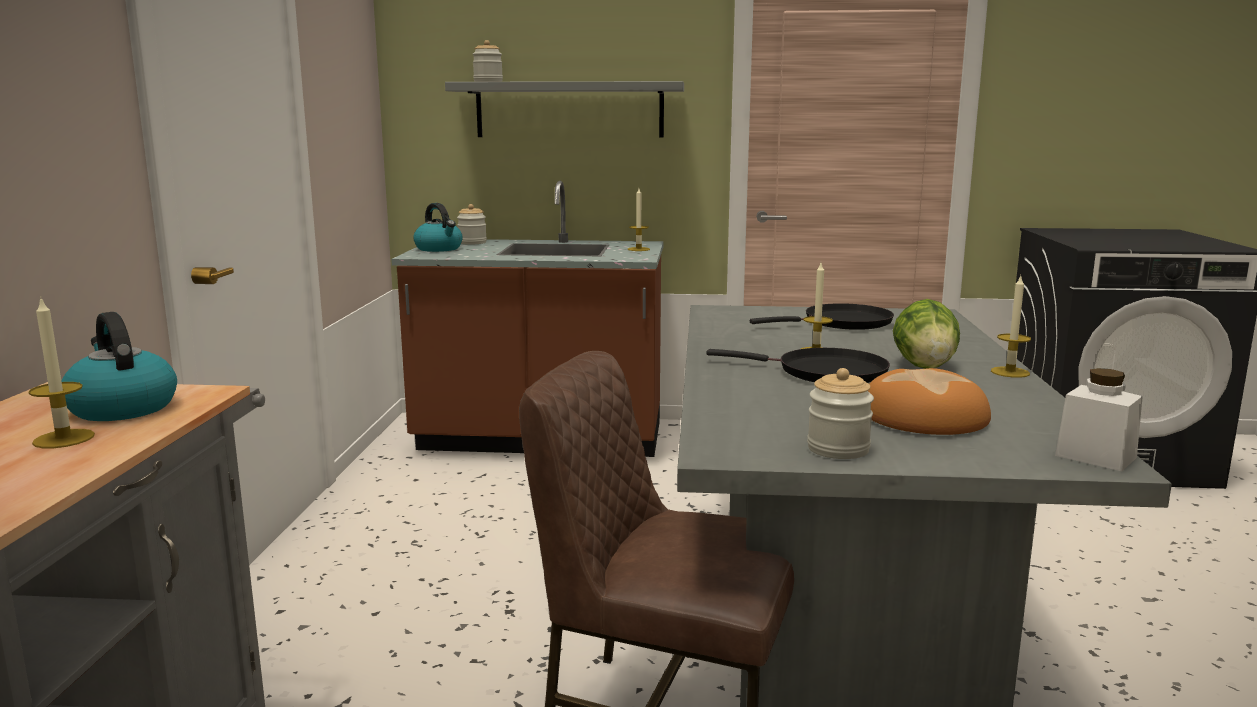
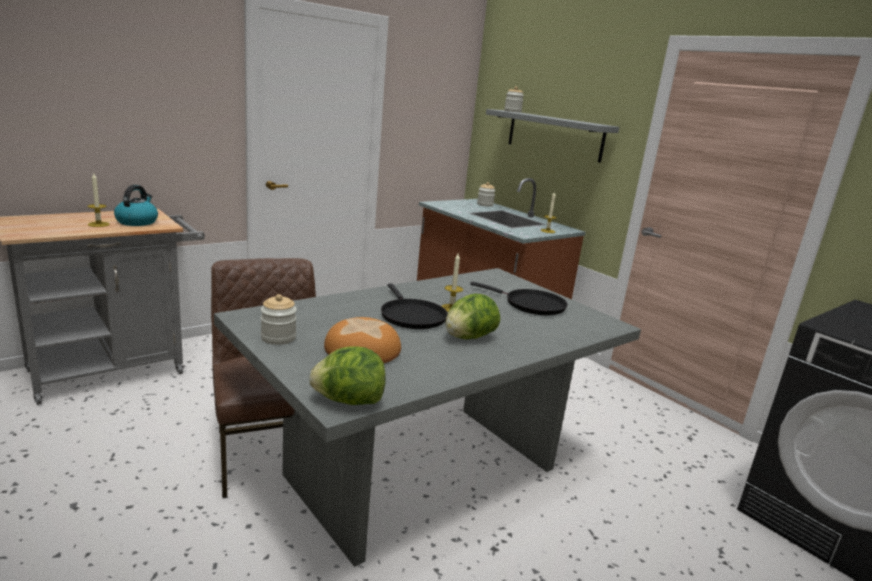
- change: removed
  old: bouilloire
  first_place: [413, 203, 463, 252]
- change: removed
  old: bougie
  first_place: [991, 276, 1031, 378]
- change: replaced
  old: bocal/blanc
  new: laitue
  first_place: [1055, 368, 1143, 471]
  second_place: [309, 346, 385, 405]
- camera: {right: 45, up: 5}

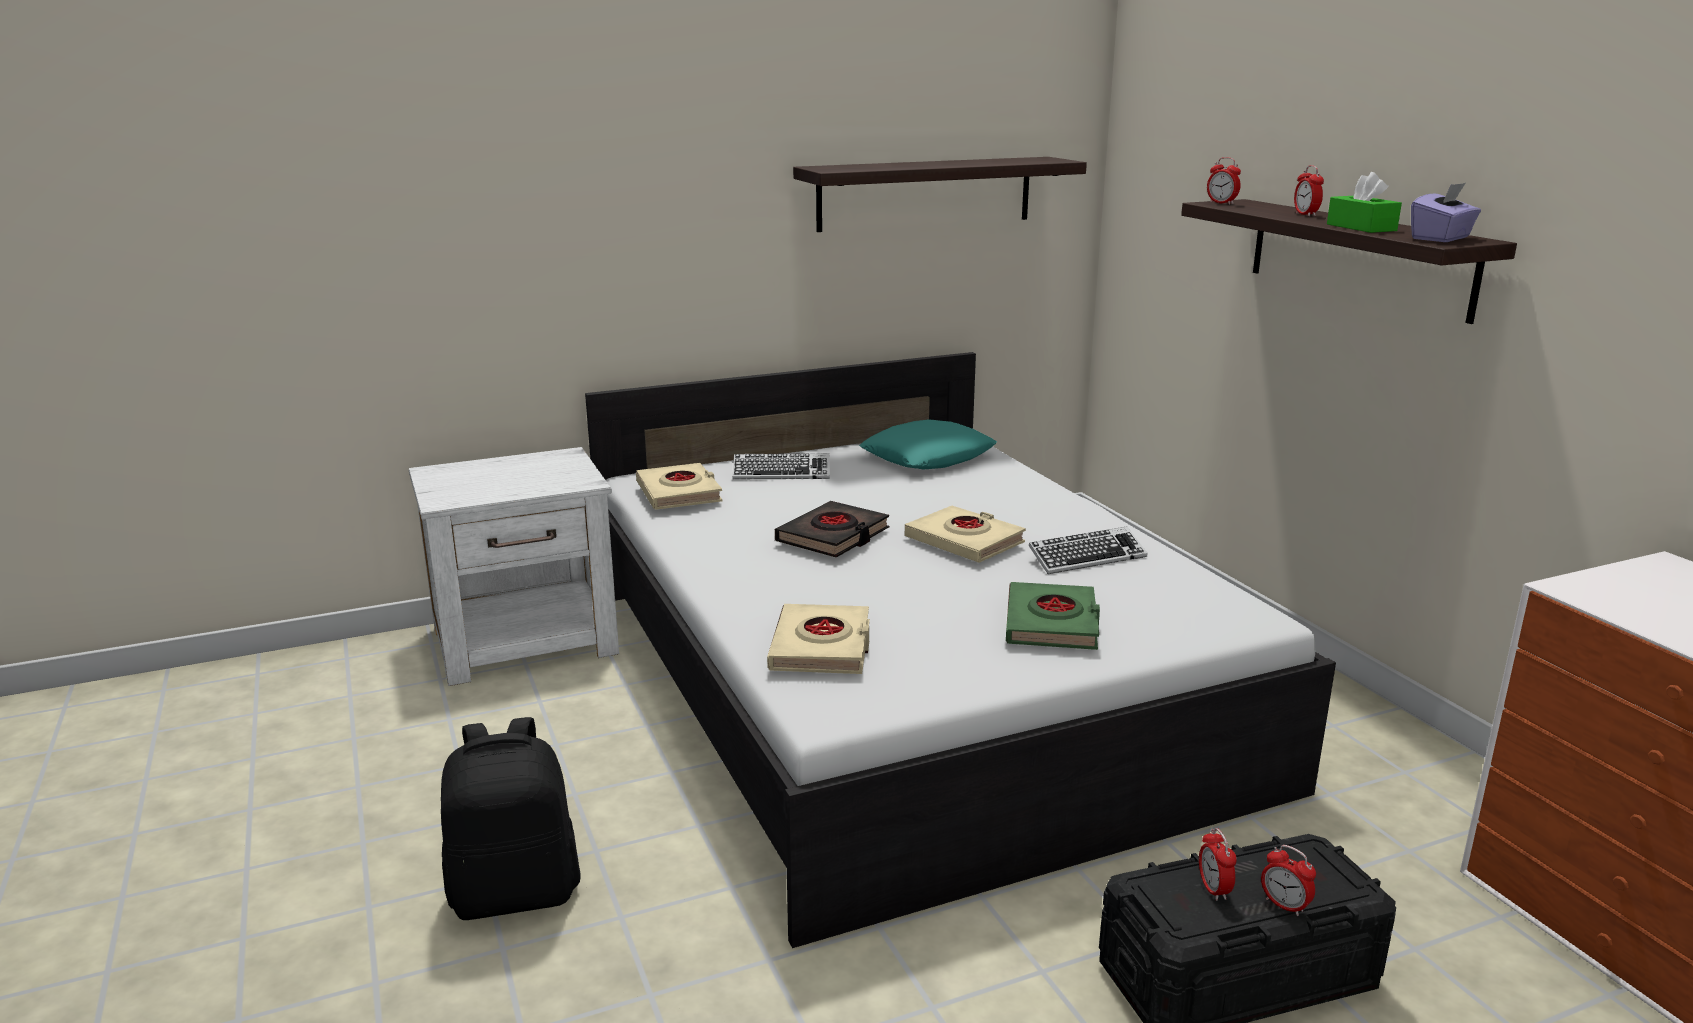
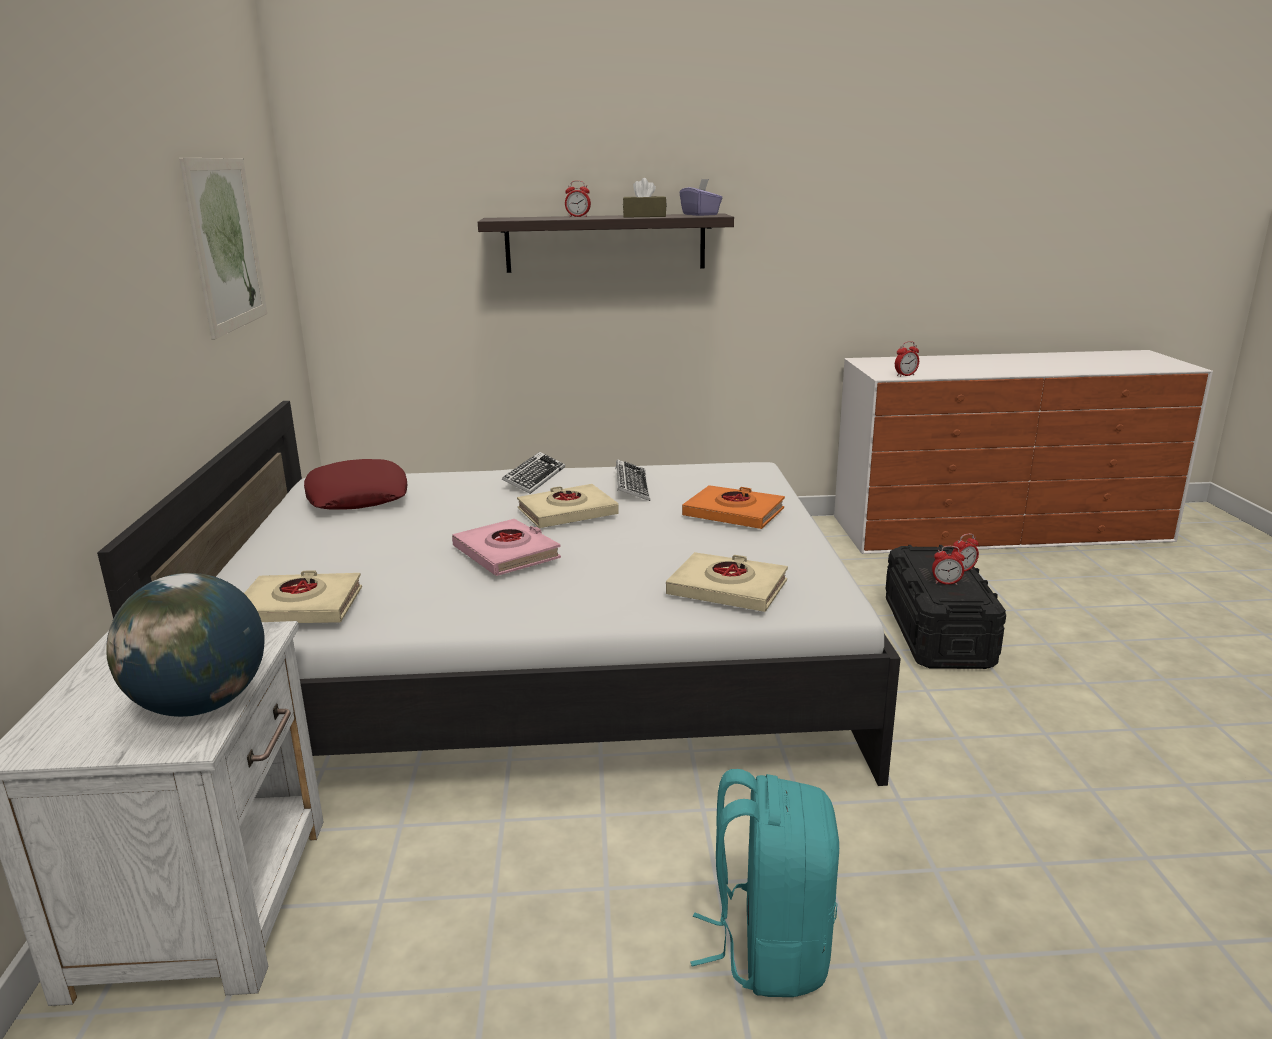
- change: recoloured
  old: sac à dos/noir
  new: sac à dos/turquoise
  first_place: [441, 717, 581, 920]
  second_place: [690, 769, 839, 997]
- change: moved
  old: clavier
  first_place: [732, 453, 830, 479]
  second_place: [502, 452, 565, 494]
- change: recoloured
  old: livre/noir
  new: livre/rose
  first_place: [775, 501, 890, 558]
  second_place: [452, 519, 561, 576]
- change: replaced
  old: étagère
  new: tableau
  first_place: [793, 157, 1087, 232]
  second_place: [179, 158, 267, 340]
- change: recoloured
  old: coussin/turquoise
  new: coussin/rouge
  first_place: [859, 419, 997, 469]
  second_place: [304, 459, 407, 510]
- change: recoloured
  old: livre/vert
  new: livre/orange
  first_place: [1006, 582, 1100, 650]
  second_place: [682, 485, 785, 529]
- change: moved
  old: réveil
  first_place: [1207, 157, 1241, 205]
  second_place: [895, 341, 919, 377]
- change: recoloured
  old: boîte à mouchoirs/vert
  new: boîte à mouchoirs/marron
  first_place: [1327, 172, 1402, 233]
  second_place: [623, 178, 667, 218]
- change: added
  new: globe
  second_place: [106, 573, 265, 717]
- camera: {right: -70, up: 0}

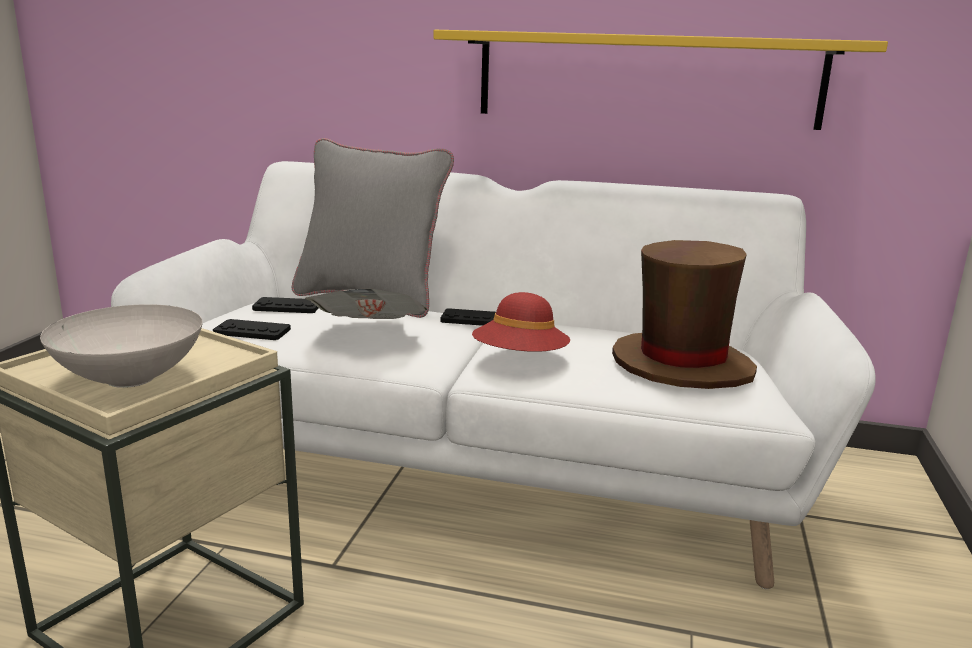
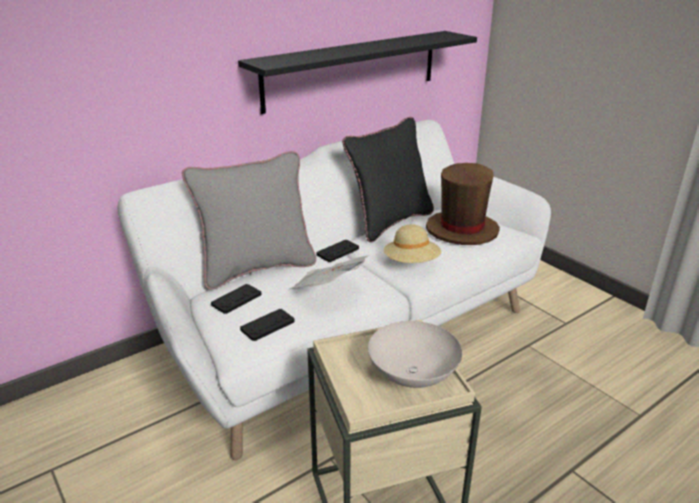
- change: recoloured
  old: étagère/jaune
  new: étagère/noir
  first_place: [434, 30, 888, 130]
  second_place: [238, 31, 477, 114]
- change: recoloured
  old: chapeau/rouge
  new: chapeau/beige
  first_place: [472, 292, 570, 352]
  second_place: [384, 224, 441, 263]
- change: added
  new: coussin/noir
  second_place: [342, 117, 434, 242]
- camera: {right: -50, up: 10}

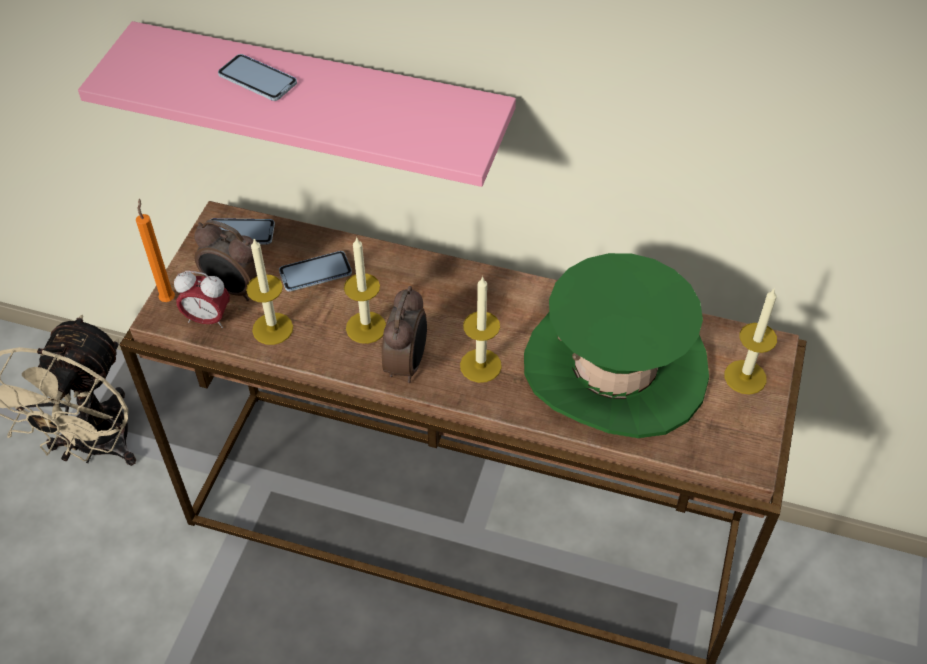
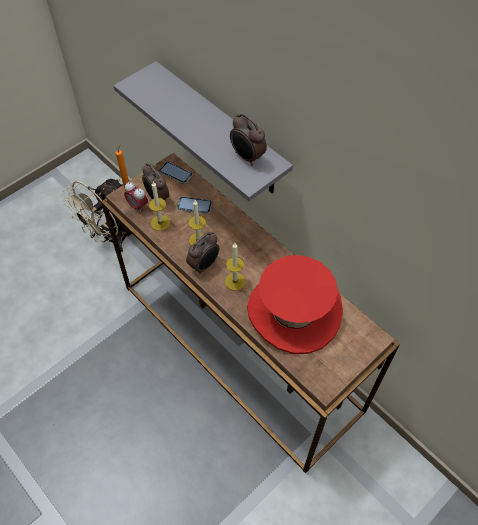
- change: recoloured
  old: étagère/rose
  new: étagère/gris
  first_place: [78, 21, 516, 187]
  second_place: [113, 61, 293, 201]
- change: removed
  old: téléphone
  first_place: [218, 54, 297, 101]
- change: recoloured
  old: chapeau/vert
  new: chapeau/rouge
  first_place: [524, 253, 709, 438]
  second_place: [247, 255, 343, 354]
- change: removed
  old: bougie
  first_place: [724, 288, 777, 395]
- change: added
  new: réveil
  second_place: [230, 113, 267, 166]
- camera: {right: 30, up: 5}

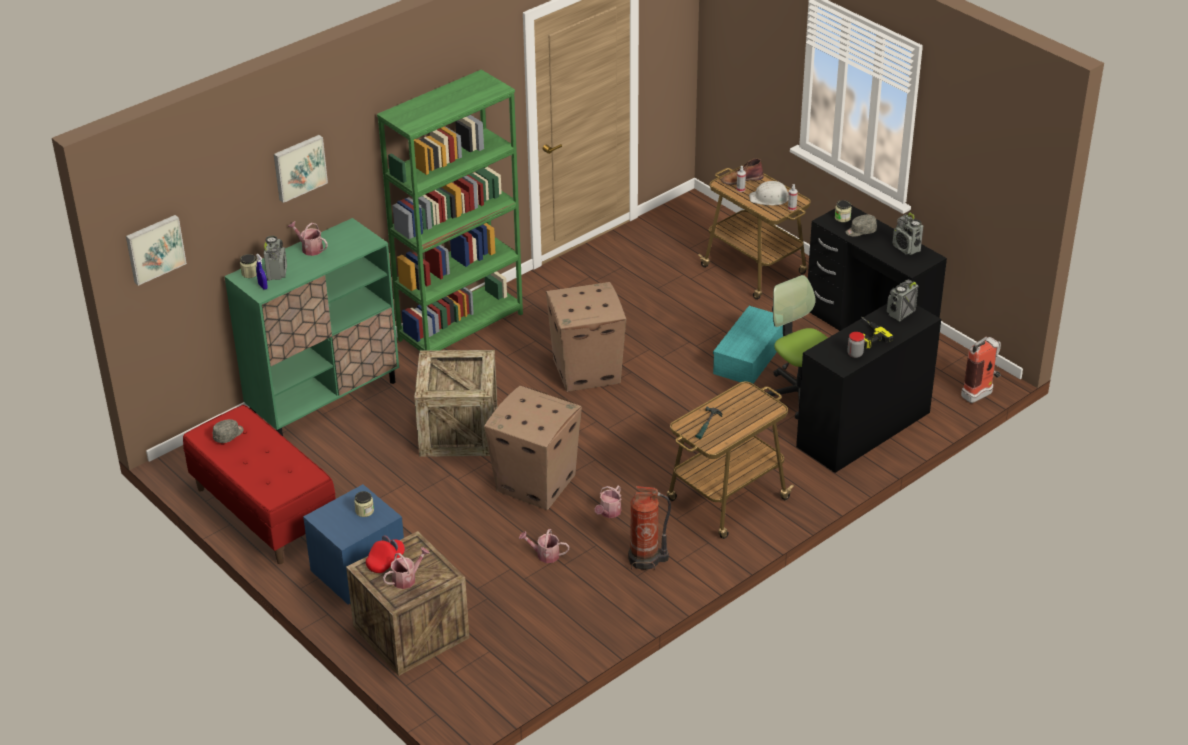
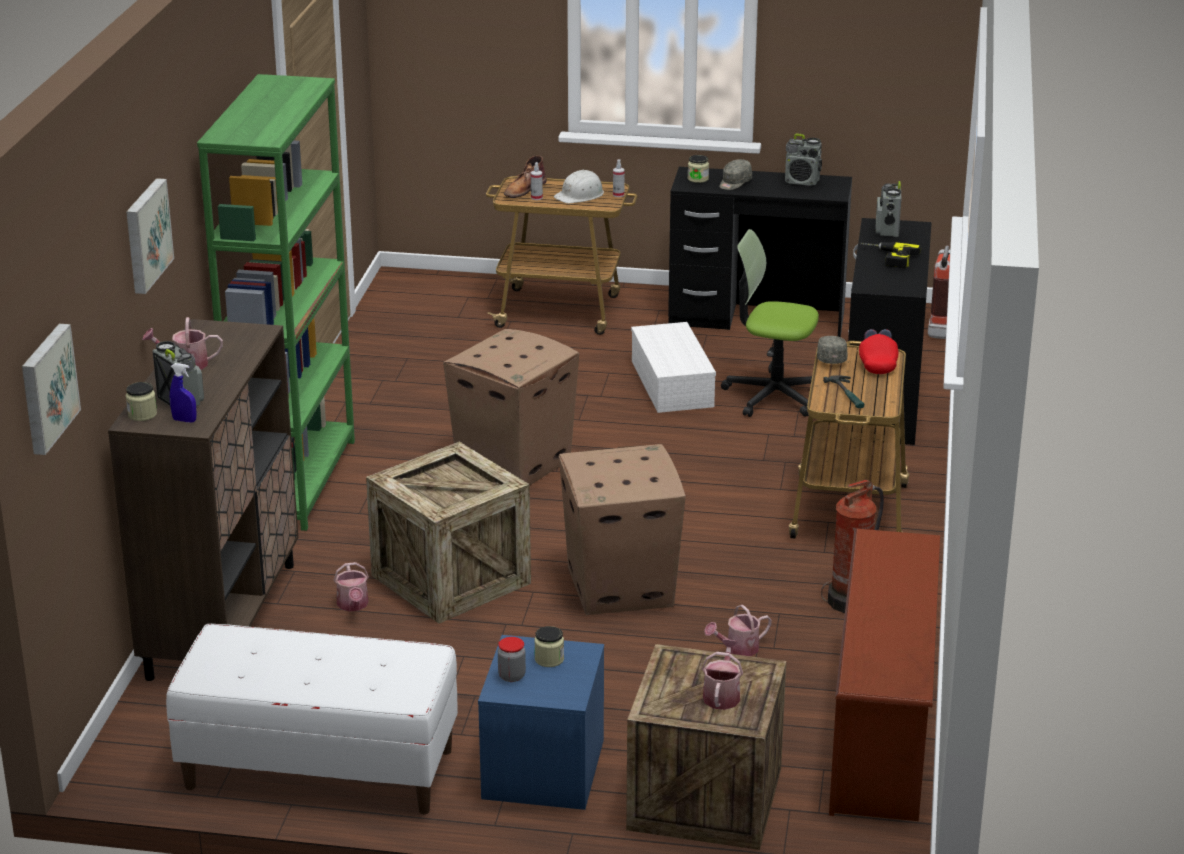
- change: recoloured
  old: banc/rouge
  new: banc/blanc
  first_place: [183, 405, 336, 564]
  second_place: [166, 624, 458, 814]
- change: moved
  old: casquette/gris
  first_place: [213, 419, 243, 443]
  second_place: [817, 336, 847, 364]
- change: recoloured
  old: meuble de rangement/vert
  new: meuble de rangement/marron
  first_place: [224, 218, 399, 436]
  second_place: [108, 319, 298, 681]
- change: moved
  old: casquette/rouge
  first_place: [366, 535, 405, 573]
  second_place: [859, 329, 898, 374]
- change: moved
  old: arrosoir
  first_place: [595, 486, 622, 518]
  second_place: [334, 562, 369, 612]
- change: recoloured
  old: boîte de rangement/turquoise
  new: boîte de rangement/blanc
  first_place: [713, 306, 783, 384]
  second_place: [631, 322, 716, 413]
- change: moved
  old: bocal
  first_place: [847, 332, 865, 358]
  second_place: [498, 637, 526, 682]
- change: added
  new: étagère à chaussures/marron
  second_place: [829, 529, 940, 821]
- camera: {right: -40, up: -10}

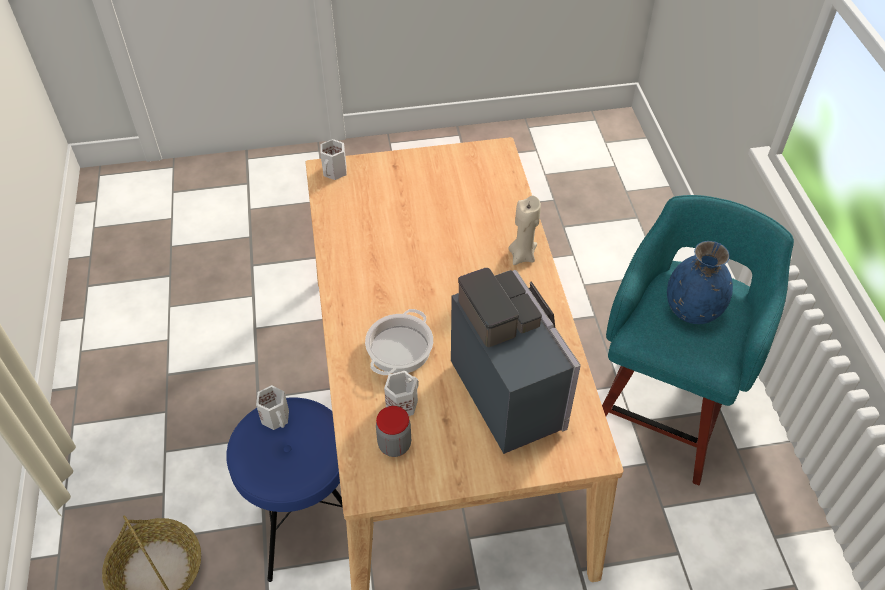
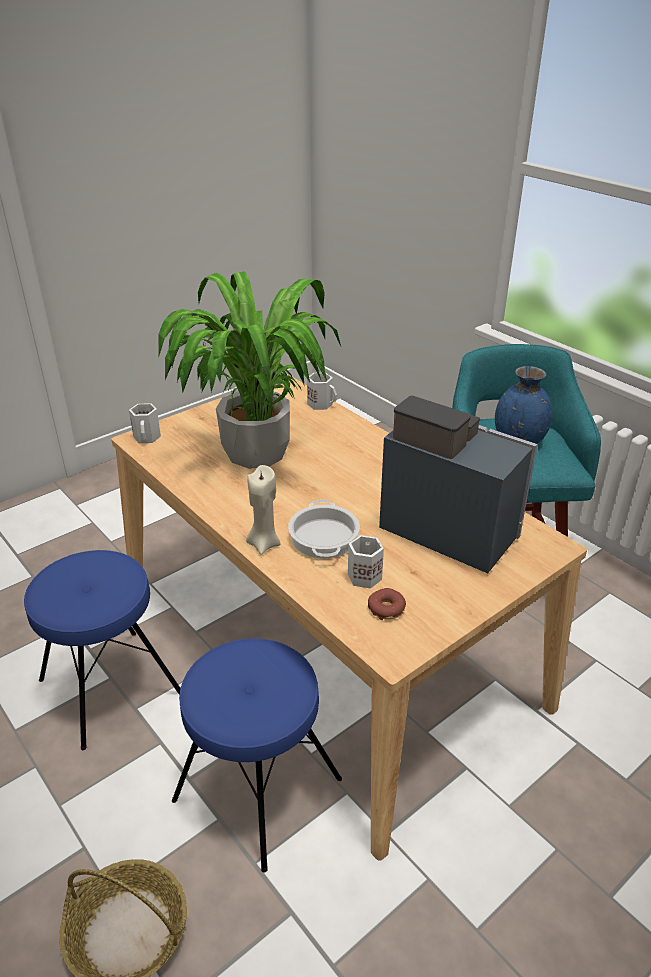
- change: moved
  old: mug/blanc
  first_place: [256, 385, 289, 430]
  second_place: [307, 373, 337, 410]
- change: replaced
  old: bocal
  new: beignet
  first_place: [376, 406, 411, 457]
  second_place: [368, 588, 406, 620]
- change: moved
  old: bougie/beige
  first_place: [508, 196, 541, 265]
  second_place: [246, 465, 281, 555]
- change: added
  new: tabouret/bleu
  second_place: [24, 550, 180, 750]
- change: added
  new: plante en pot
  second_place: [158, 271, 341, 469]
- camera: {right: -30, up: -15}

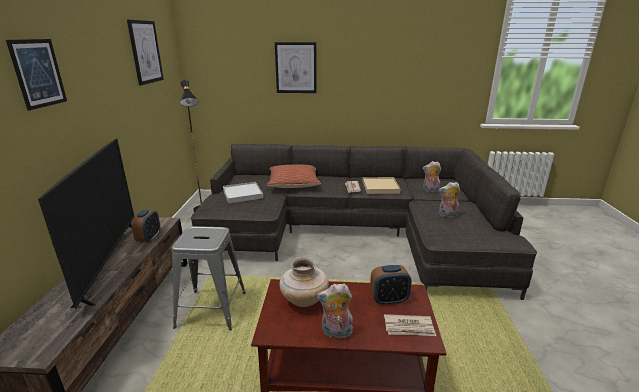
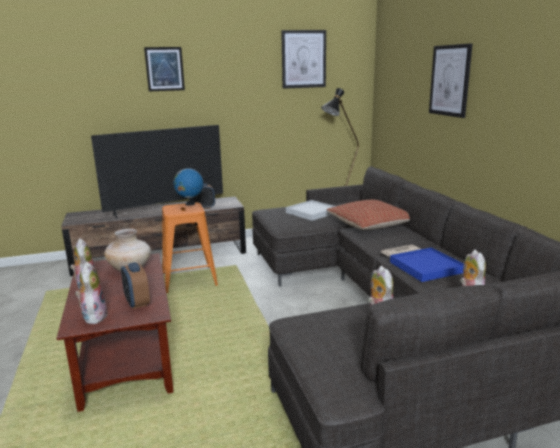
- change: recoloured
  old: tabouret/gris
  new: tabouret/orange
  first_place: [172, 226, 246, 331]
  second_place: [162, 202, 218, 293]
- change: recoloured
  old: plateau/beige
  new: plateau/bleu
  first_place: [363, 177, 401, 194]
  second_place: [390, 247, 464, 282]
- change: replaced
  old: journal
  new: peluche
  first_place: [384, 314, 436, 336]
  second_place: [75, 262, 108, 324]
- change: added
  new: globe
  second_place: [173, 166, 203, 206]
- camera: {right: 70, up: -5}

